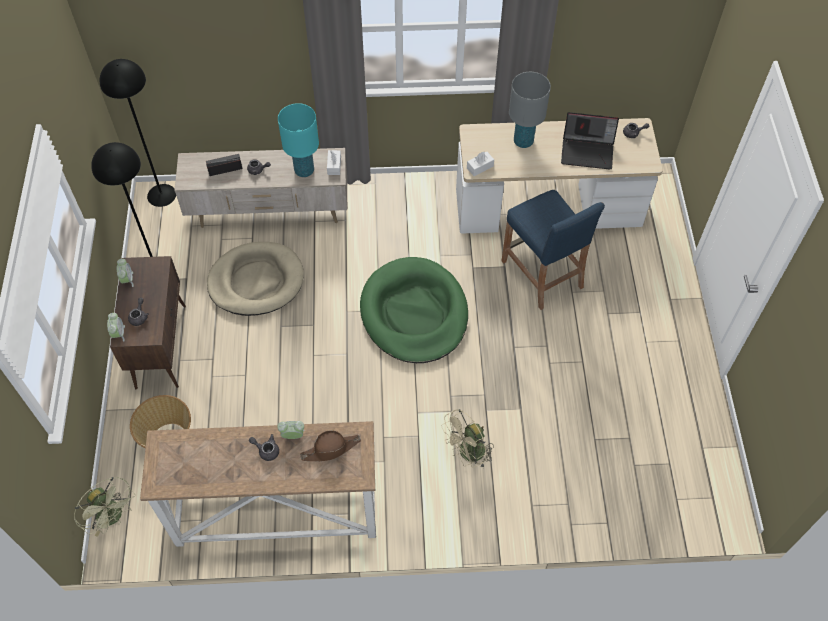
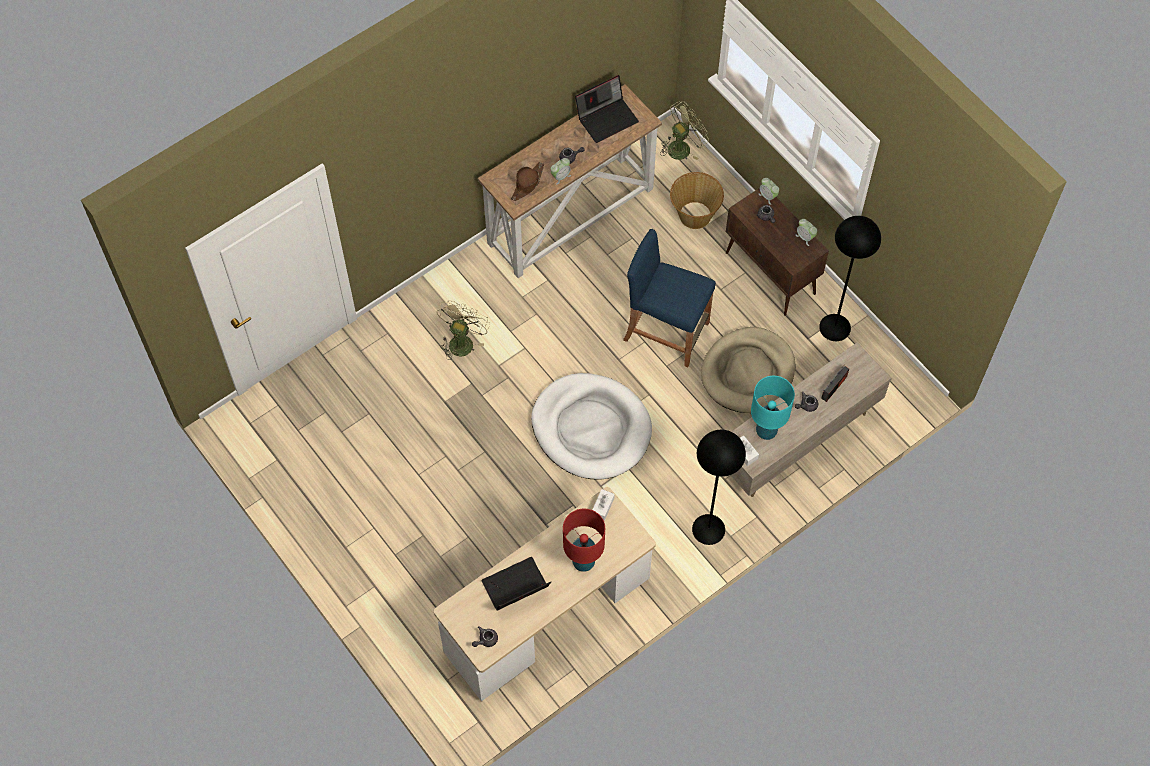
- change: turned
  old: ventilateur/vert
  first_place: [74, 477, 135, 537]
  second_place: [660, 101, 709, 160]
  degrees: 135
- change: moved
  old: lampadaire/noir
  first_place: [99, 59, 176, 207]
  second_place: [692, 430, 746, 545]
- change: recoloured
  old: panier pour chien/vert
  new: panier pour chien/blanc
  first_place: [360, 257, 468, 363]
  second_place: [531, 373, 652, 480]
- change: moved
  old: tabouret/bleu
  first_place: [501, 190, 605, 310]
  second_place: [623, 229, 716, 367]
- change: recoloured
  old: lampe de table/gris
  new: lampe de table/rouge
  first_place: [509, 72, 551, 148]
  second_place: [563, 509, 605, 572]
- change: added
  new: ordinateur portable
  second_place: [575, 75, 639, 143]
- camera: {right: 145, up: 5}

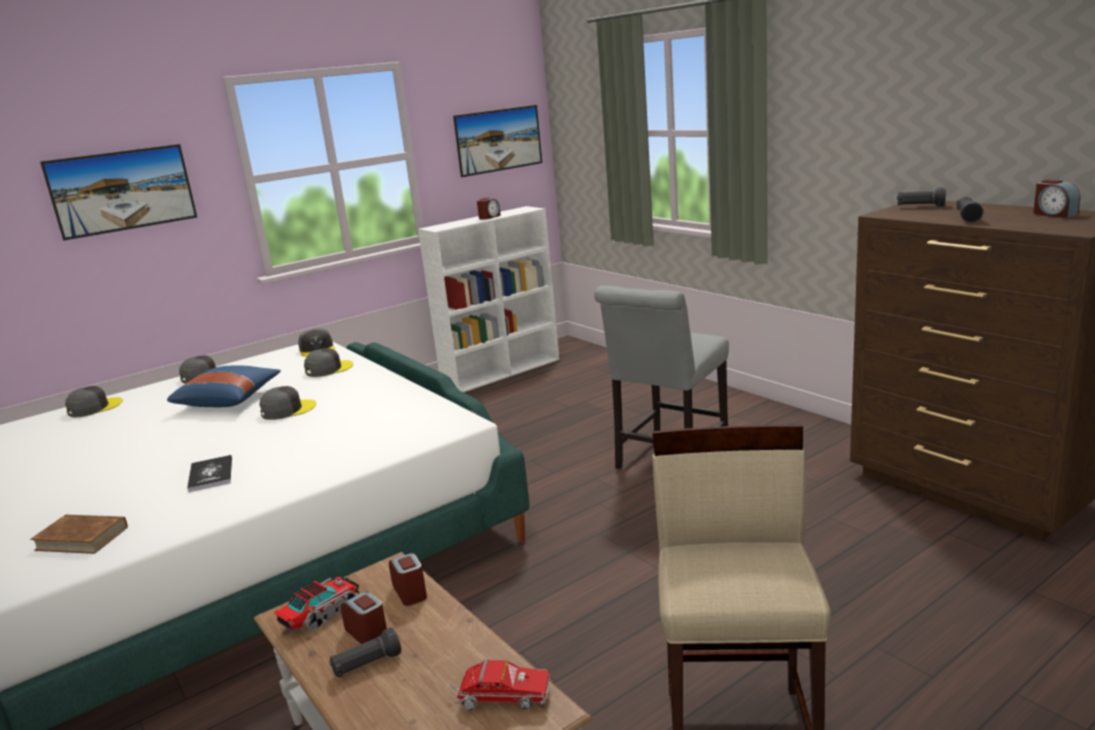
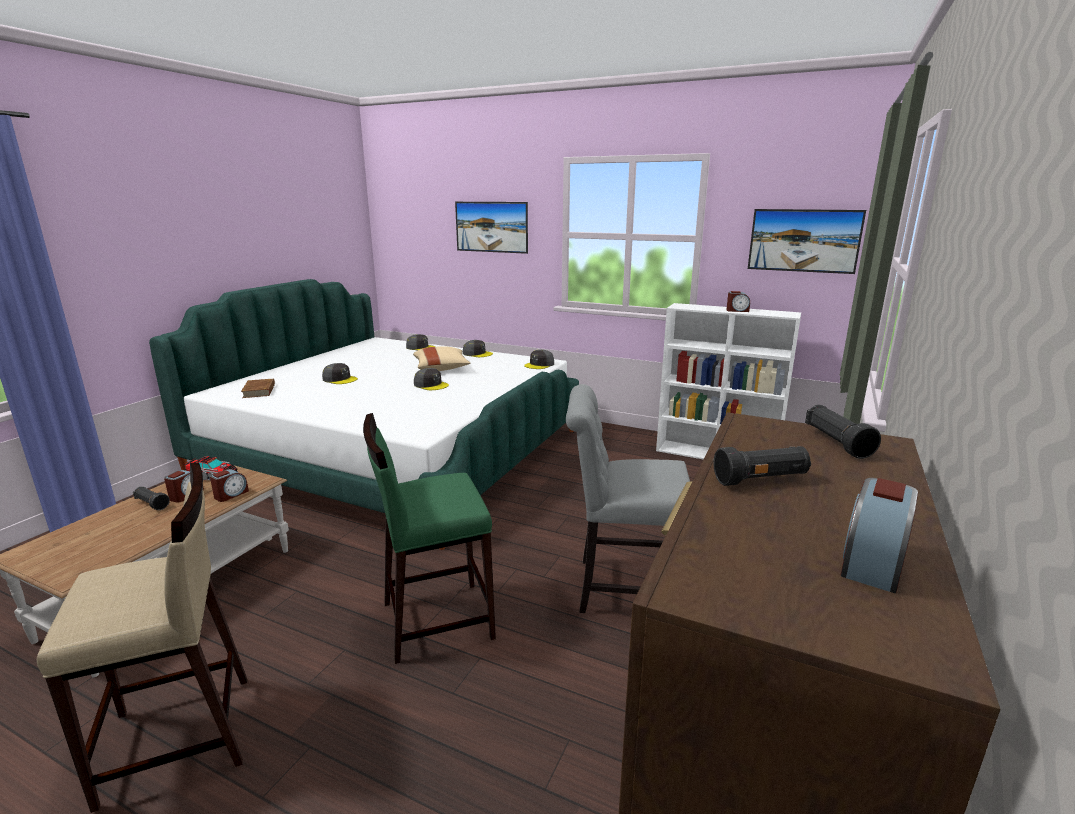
- change: recoloured
  old: coussin/bleu
  new: coussin/beige
  first_place: [167, 365, 281, 407]
  second_place: [413, 346, 470, 371]
- change: removed
  old: livre
  first_place: [187, 455, 232, 493]
- change: moved
  old: casquette/gris
  first_place: [304, 348, 353, 377]
  second_place: [322, 363, 358, 384]
- change: removed
  old: camion jouet
  first_place: [449, 659, 550, 710]
- change: added
  new: tabouret/vert
  second_place: [363, 413, 496, 664]
- camera: {right: 60, up: 0}

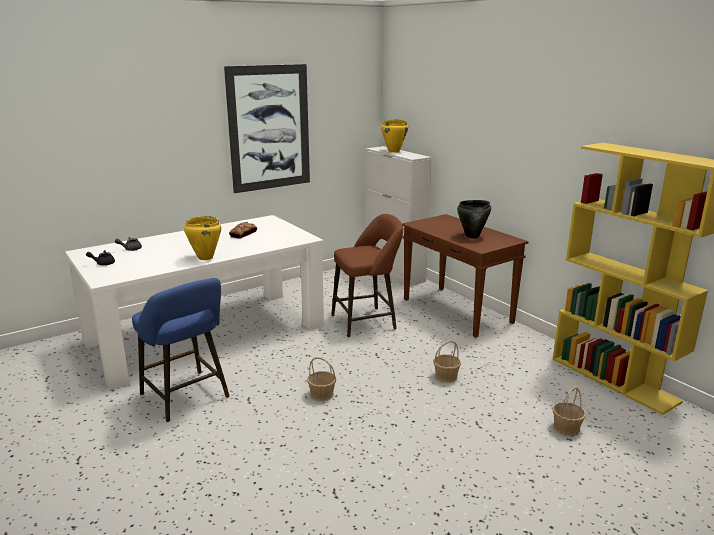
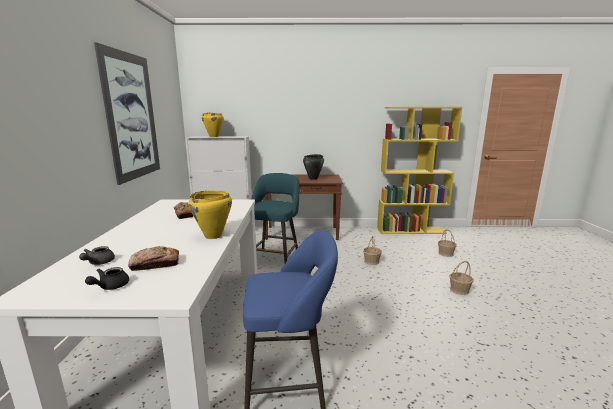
- change: moved
  old: panier
  first_place: [307, 357, 336, 402]
  second_place: [449, 261, 474, 295]
- change: recoloured
  old: tabouret/marron
  new: tabouret/turquoise
  first_place: [331, 214, 403, 338]
  second_place: [251, 173, 300, 263]
- change: added
  new: pain
  second_place: [128, 246, 179, 271]
- camera: {right: -55, up: -5}

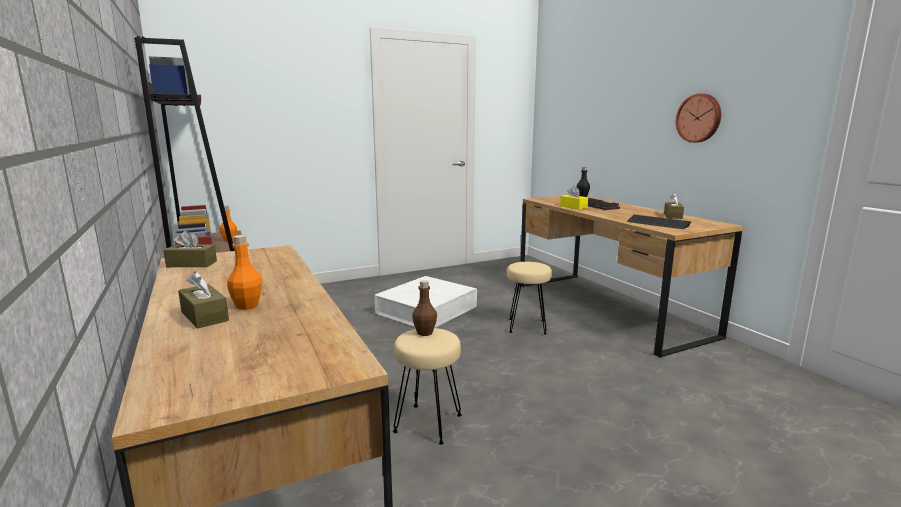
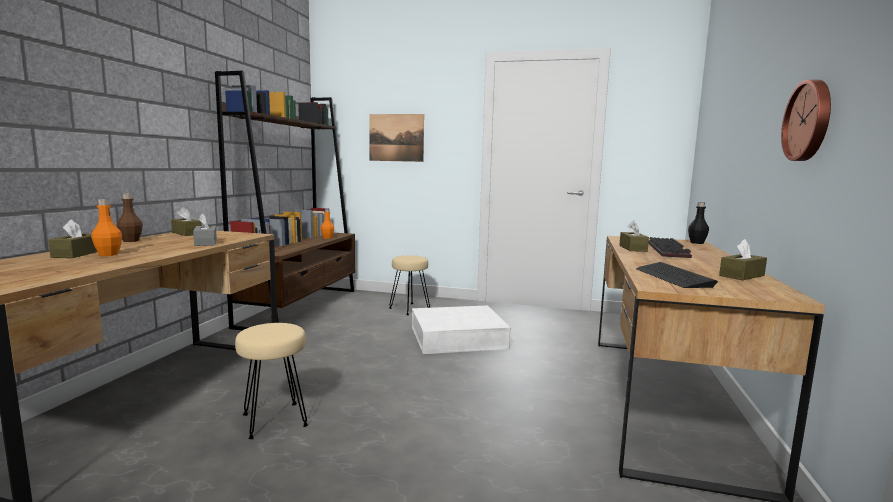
- change: moved
  old: bouteille/marron
  first_place: [412, 280, 437, 336]
  second_place: [117, 193, 143, 242]
- change: moved
  old: tabouret/beige
  first_place: [507, 262, 552, 334]
  second_place: [389, 256, 430, 315]
- change: recoloured
  old: boîte à mouchoirs/jaune
  new: boîte à mouchoirs/marron
  first_place: [560, 186, 588, 209]
  second_place: [619, 221, 649, 252]
- change: added
  new: boîte à mouchoirs/gris
  second_place: [193, 213, 217, 246]
- change: added
  new: tableau
  second_place: [369, 114, 424, 162]
- camera: {right: 40, up: -5}

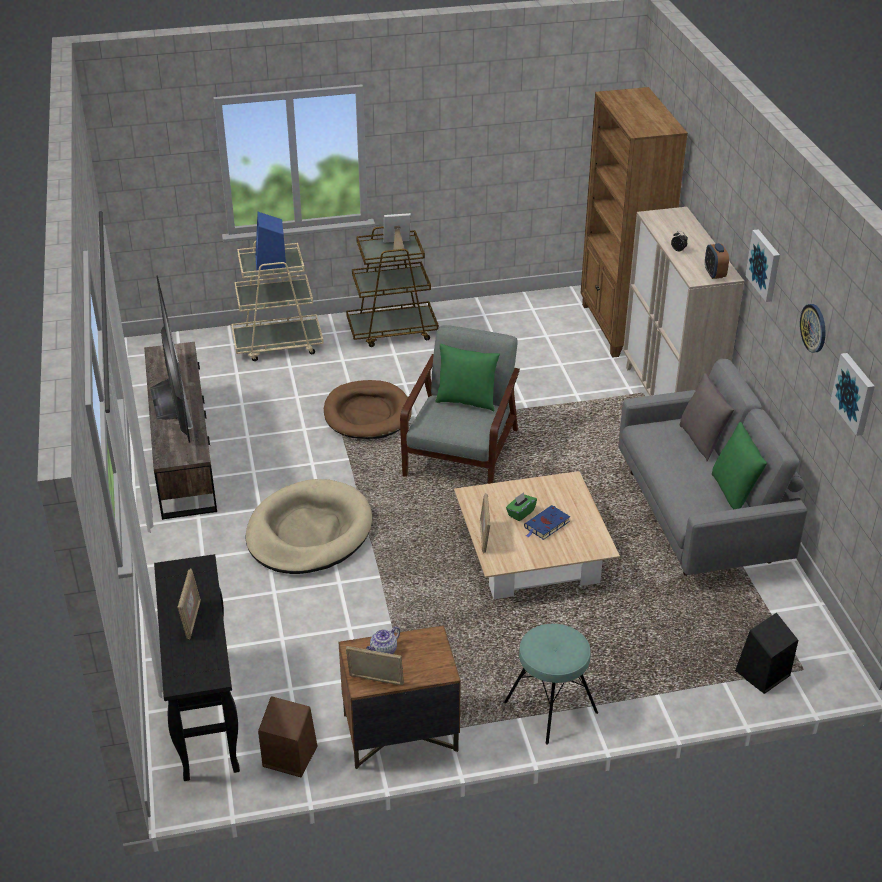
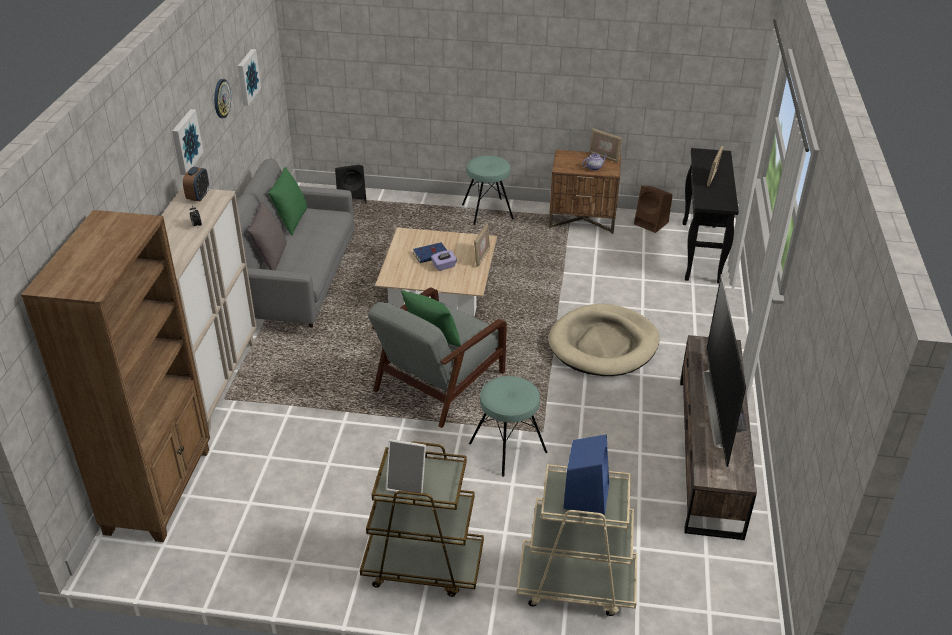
- change: replaced
  old: panier pour chien/marron
  new: tabouret/turquoise
  first_place: [324, 380, 412, 439]
  second_place: [469, 376, 547, 477]
- change: recoloured
  old: boîte à mouchoirs/vert
  new: boîte à mouchoirs/violet
  first_place: [506, 492, 537, 521]
  second_place: [431, 250, 457, 271]
- camera: {right: -160, up: 0}

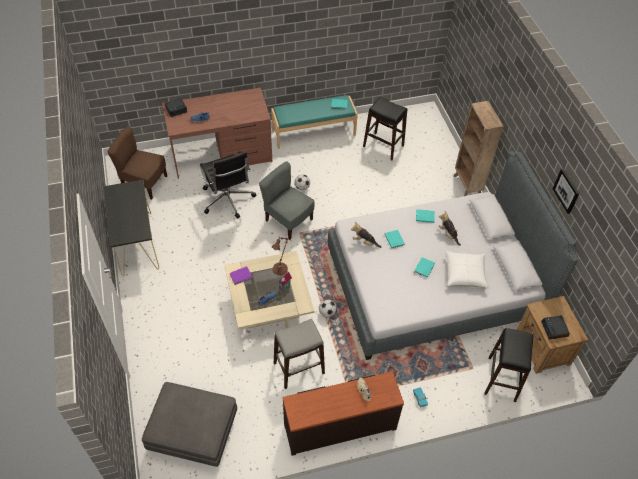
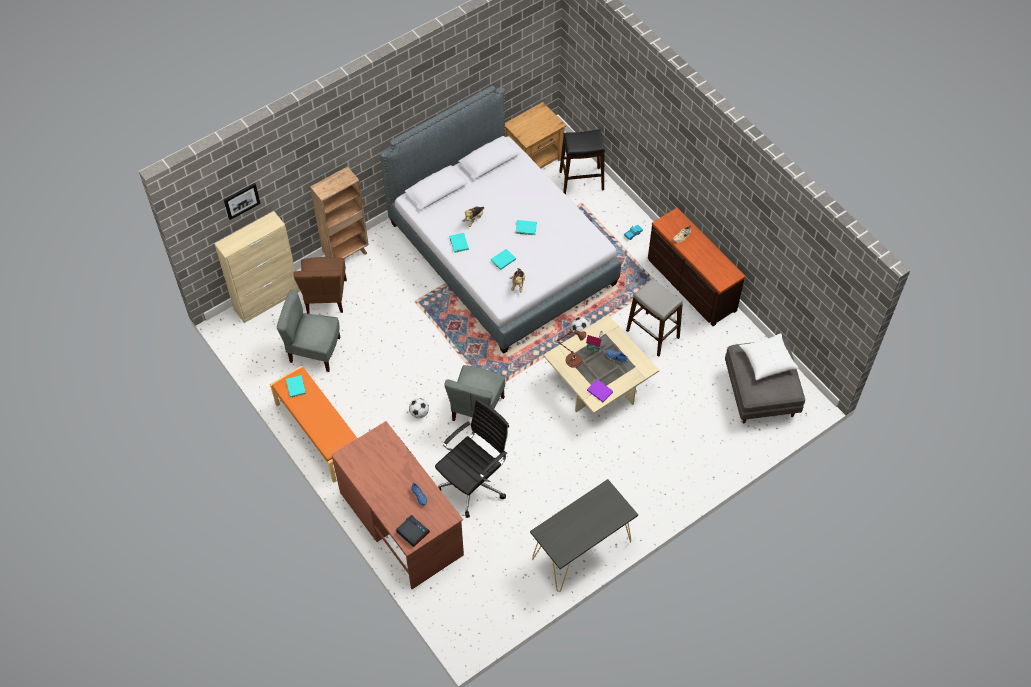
- change: moved
  old: chaise/marron
  first_place: [107, 126, 167, 199]
  second_place: [294, 257, 347, 314]
- change: recoloured
  old: banc/turquoise
  new: banc/orange
  first_place: [271, 95, 358, 149]
  second_place: [270, 366, 358, 483]
- change: replaced
  old: tabouret/noir
  new: chaise/gris
  first_place: [363, 97, 408, 160]
  second_place: [277, 290, 340, 372]
- change: moved
  old: coussin/blanc
  first_place: [445, 251, 489, 289]
  second_place: [739, 333, 798, 380]
- change: removed
  old: réveil
  first_place: [541, 315, 570, 339]
- change: moved
  old: tableau
  first_place: [553, 169, 579, 214]
  second_place: [223, 183, 260, 220]
- change: added
  new: meuble de rangement/beige
  second_place: [214, 211, 300, 323]
- camera: {right: -110, up: 5}

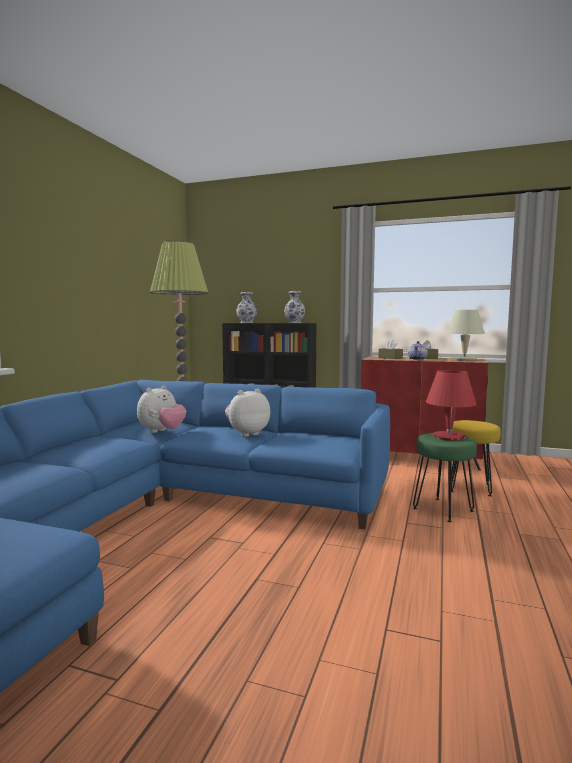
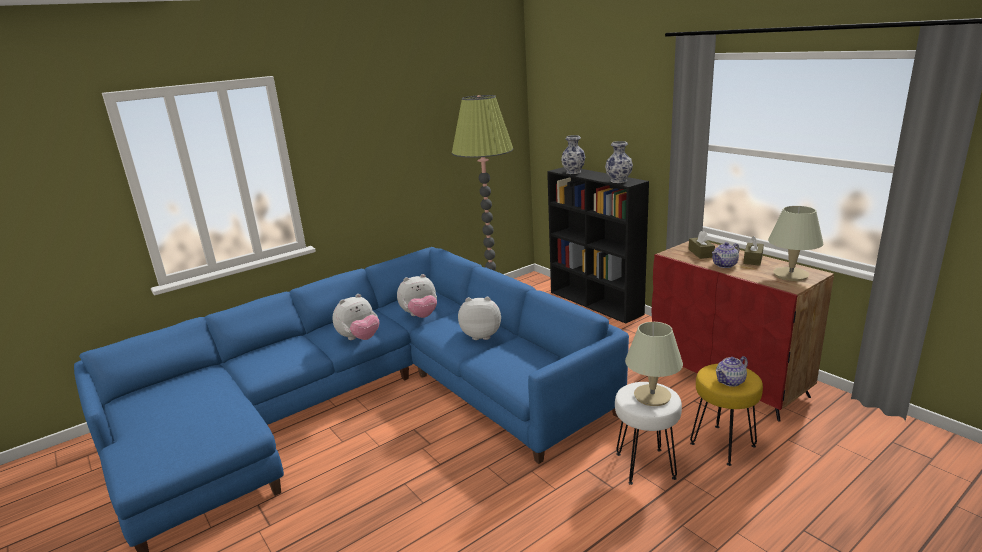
- change: recoloured
  old: tabouret/vert
  new: tabouret/blanc
  first_place: [413, 433, 477, 522]
  second_place: [615, 382, 682, 485]
- change: recoloured
  old: lampe de table/rouge
  new: lampe de table/beige
  first_place: [426, 370, 477, 441]
  second_place: [625, 322, 683, 406]
- change: added
  new: peluche
  second_place: [332, 294, 379, 340]
- change: added
  new: théière
  second_place: [716, 356, 748, 387]
- camera: {right: 35, up: 15}

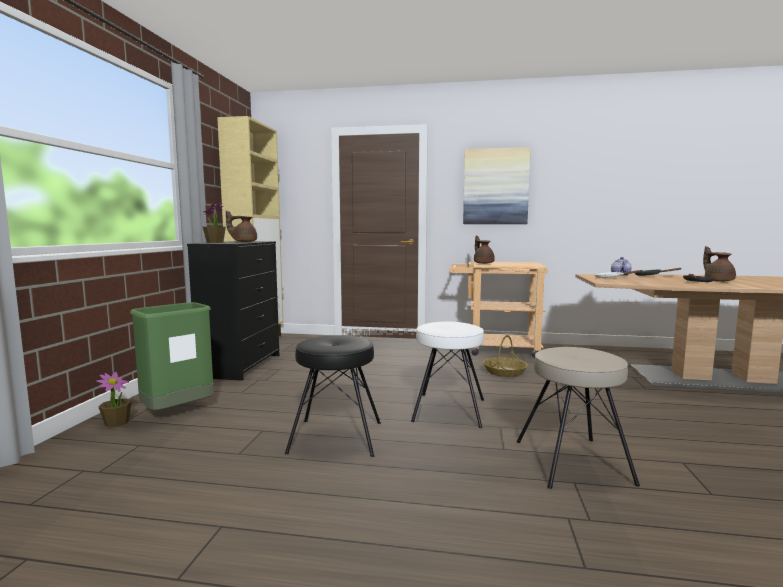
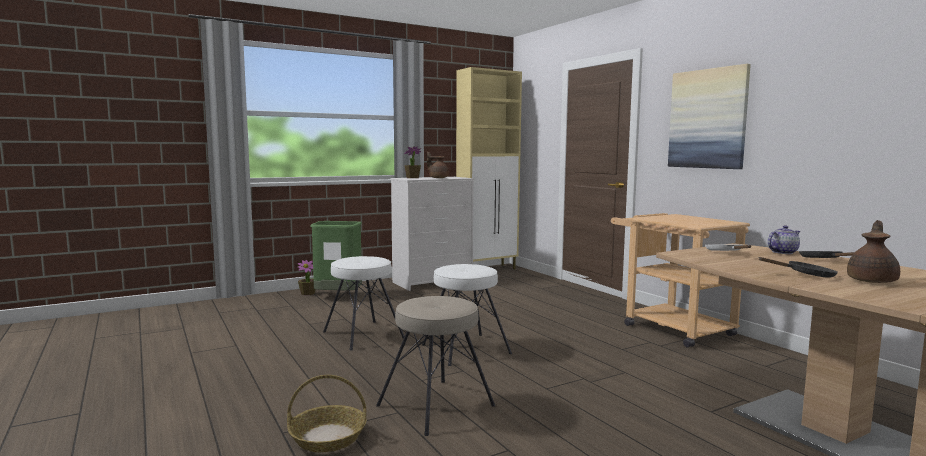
- change: recoloured
  old: commode/noir
  new: commode/blanc
  first_place: [187, 241, 279, 381]
  second_place: [390, 177, 474, 291]
- change: recoloured
  old: tabouret/noir
  new: tabouret/blanc
  first_place: [285, 335, 381, 457]
  second_place: [323, 256, 405, 351]
- change: removed
  old: théière/marron
  first_place: [474, 235, 495, 264]
- change: moved
  old: panier
  first_place: [483, 335, 528, 377]
  second_place: [287, 375, 367, 452]
- camera: {right: 50, up: 0}

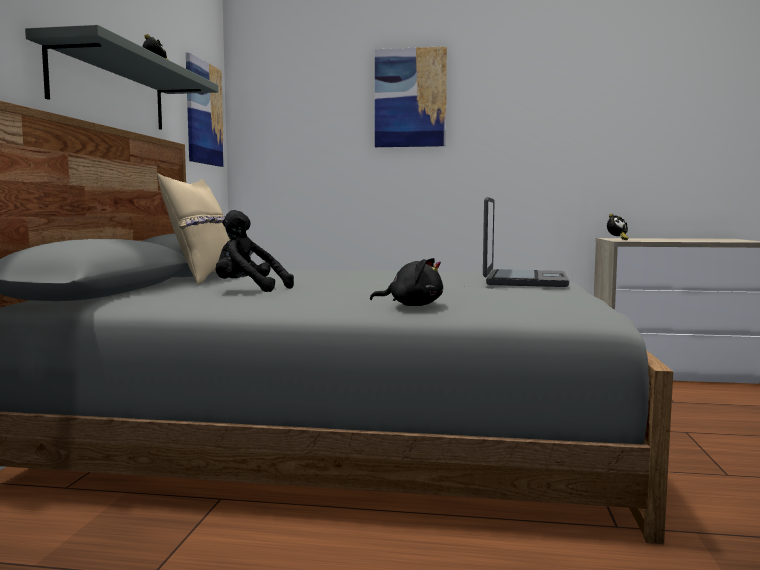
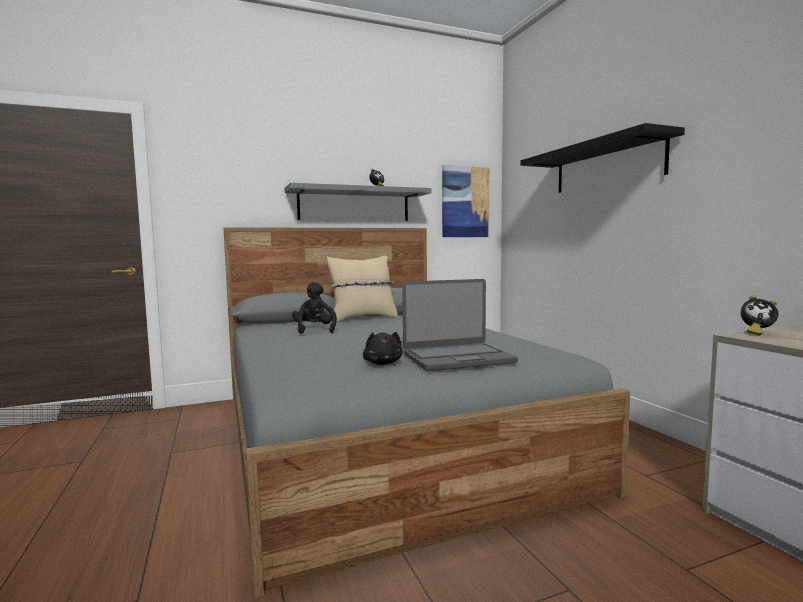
- change: moved
  old: peluche/noir
  first_place: [370, 258, 443, 306]
  second_place: [363, 332, 402, 365]
- change: replaced
  old: tableau
  new: étagère/noir
  first_place: [375, 46, 447, 147]
  second_place: [520, 123, 685, 193]
- camera: {right: 60, up: 0}

